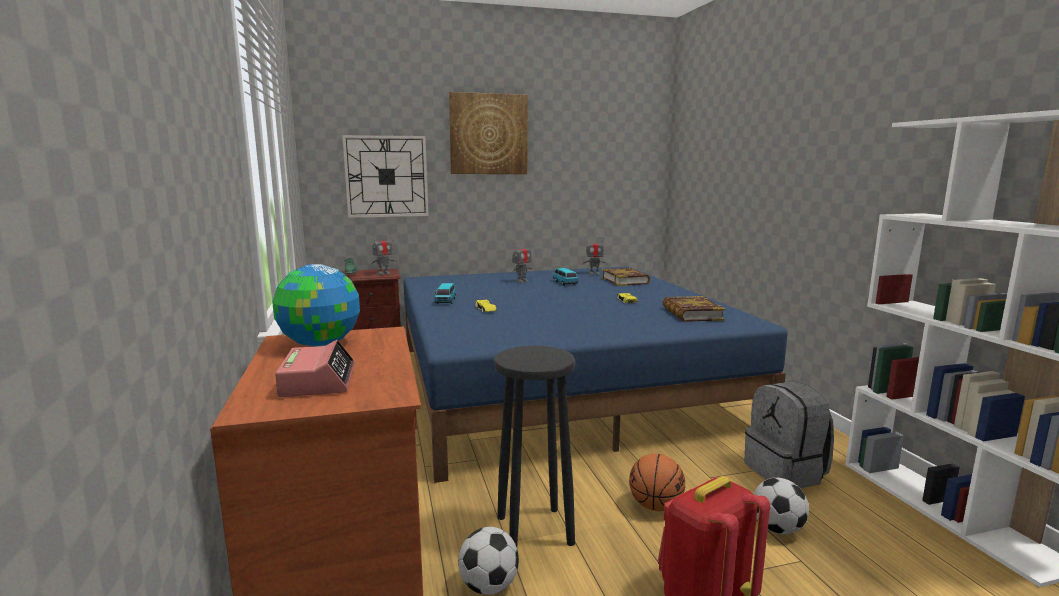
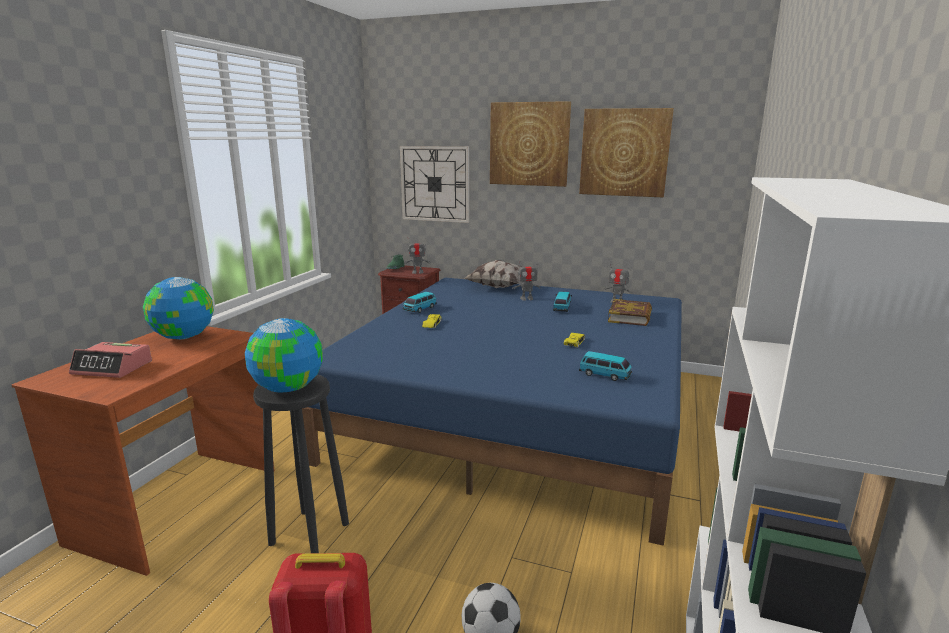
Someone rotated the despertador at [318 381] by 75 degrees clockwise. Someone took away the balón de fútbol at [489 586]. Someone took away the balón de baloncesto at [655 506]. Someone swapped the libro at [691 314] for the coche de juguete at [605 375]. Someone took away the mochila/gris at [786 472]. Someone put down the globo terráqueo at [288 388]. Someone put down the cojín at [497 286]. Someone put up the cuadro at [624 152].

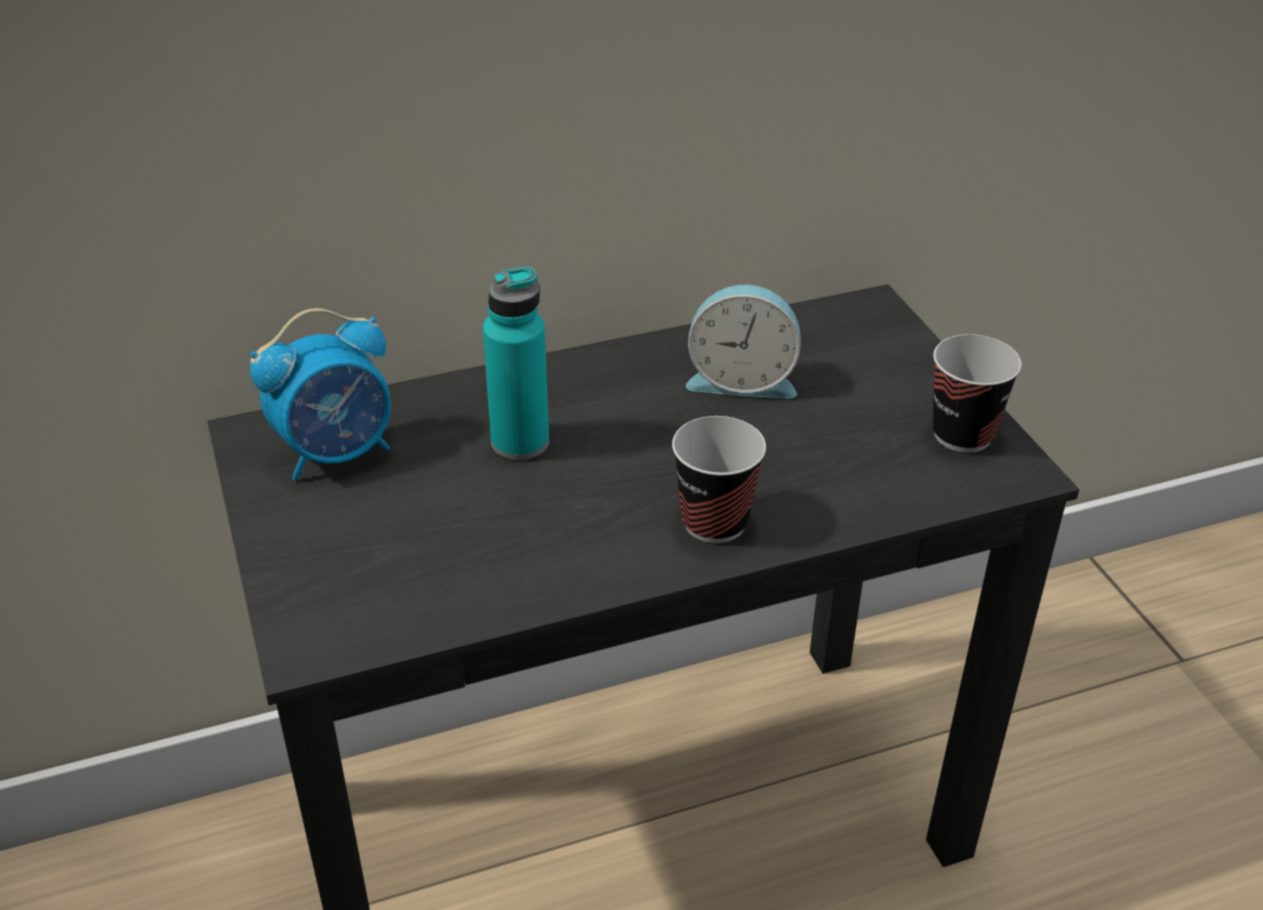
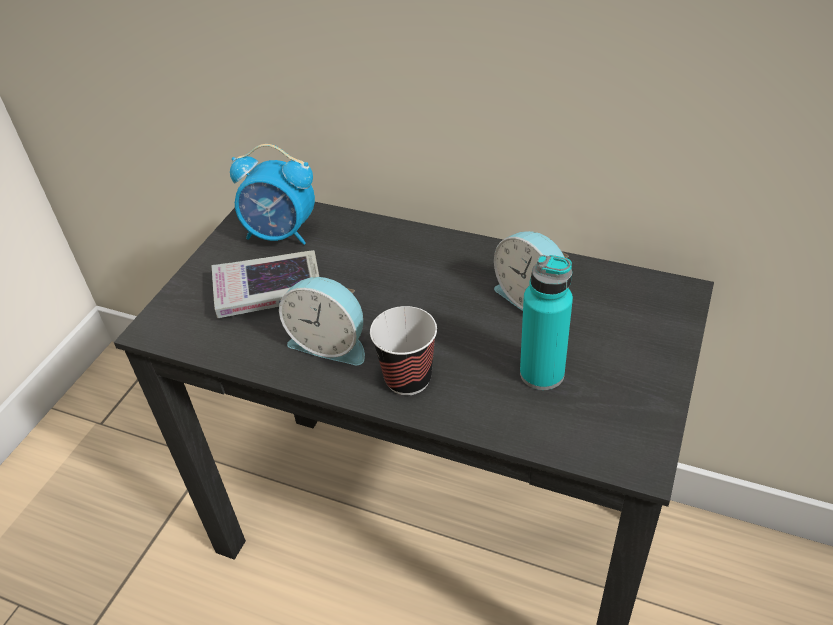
Someone carried the botella/turquesa from [520 442] to [542 373]. Someone took away the taza at [962 434]. Someone put down the libro at [269 291]. Someone put down the despertador at [330 343].

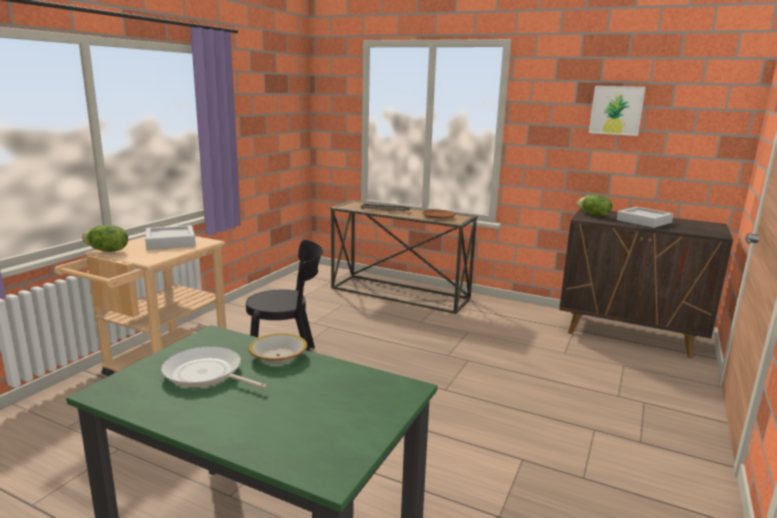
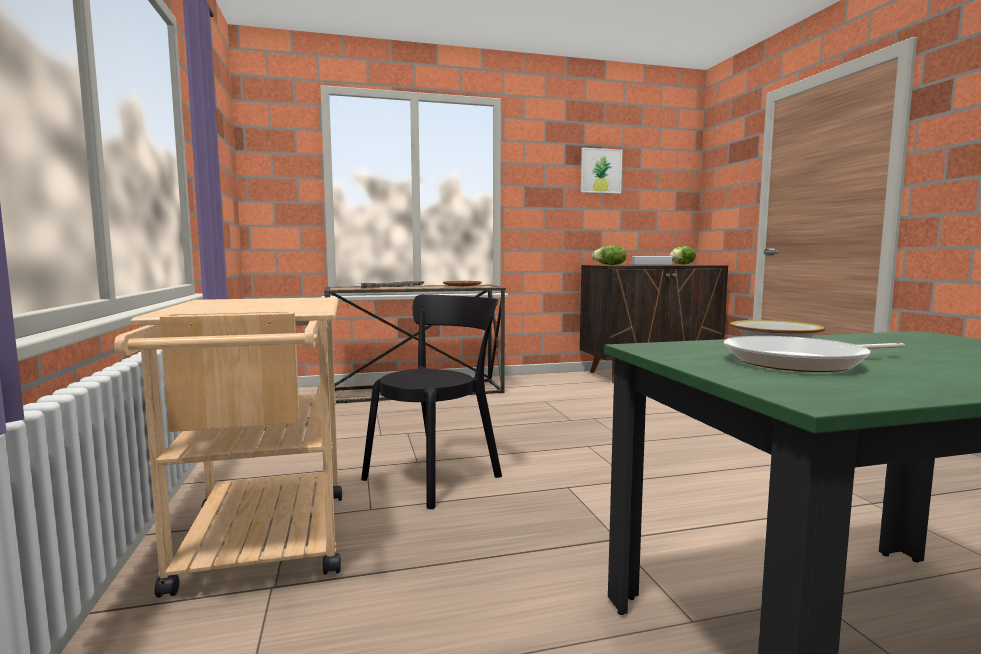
Someone carried the lechuga from [107 251] to [682 264]. Someone took away the bandeja/gris at [170 242].

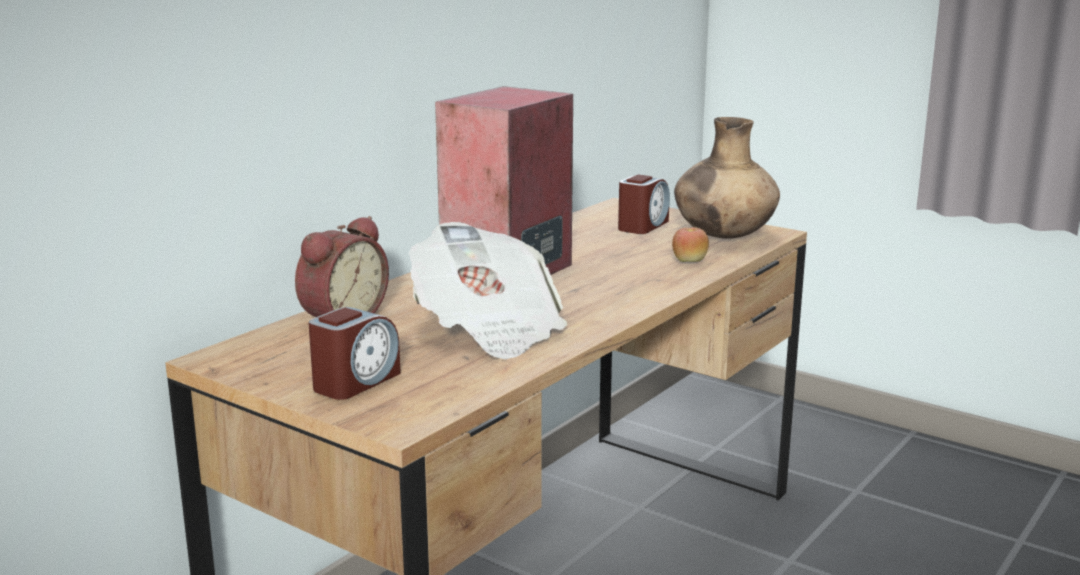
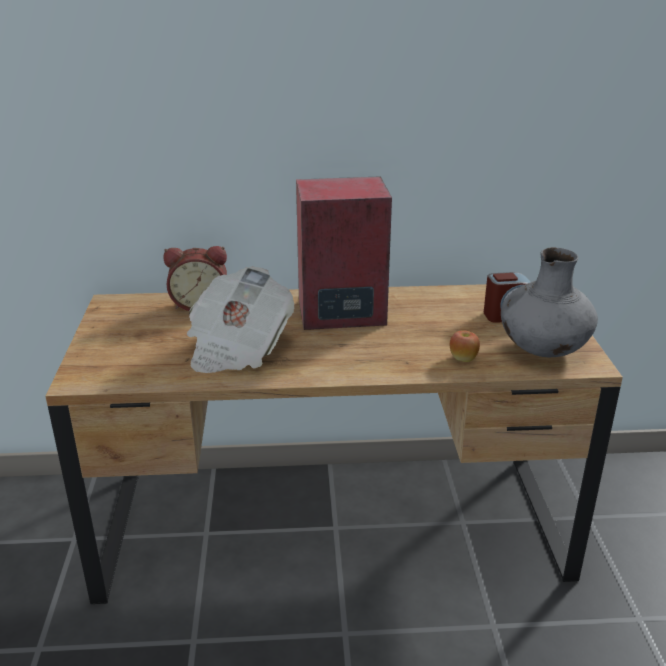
Someone took away the despertador at [356 382]. Someone repainted the florero/marrón at [723 236], which became the florero/gris at [542 350].

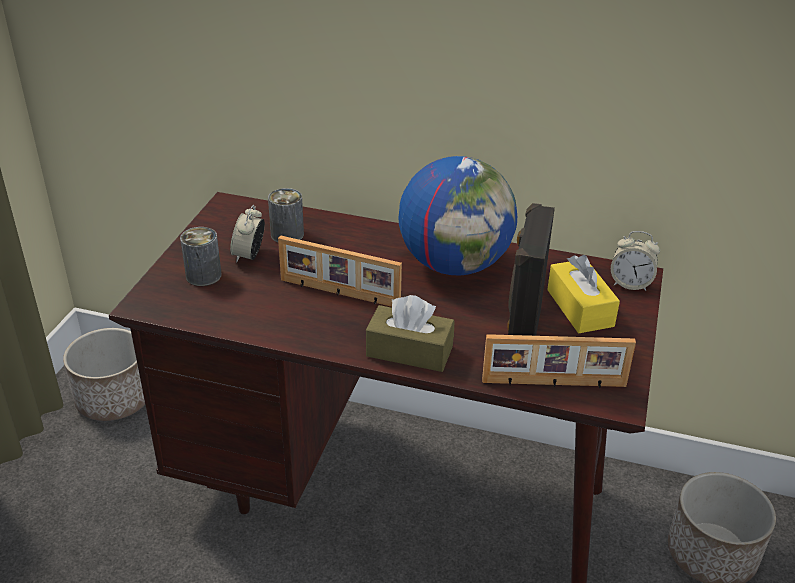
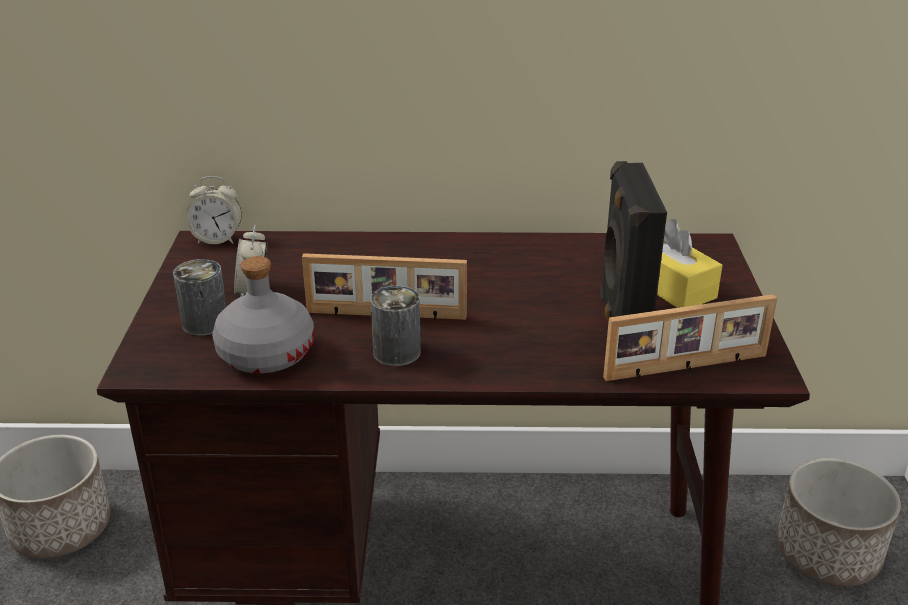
Someone carried the lata from [287 234] to [396 352]. Someone took away the caja de pañuelos/marrón at [409 351]. Someone took away the globo terráqueo at [455 264]. Someone carried the despertador from [630 283] to [217 239]. Someone put down the botella/gris at [265 354].

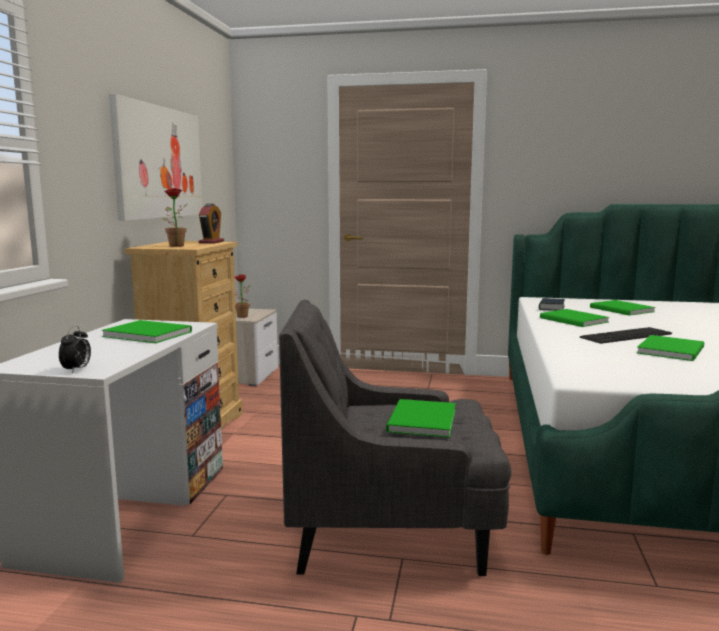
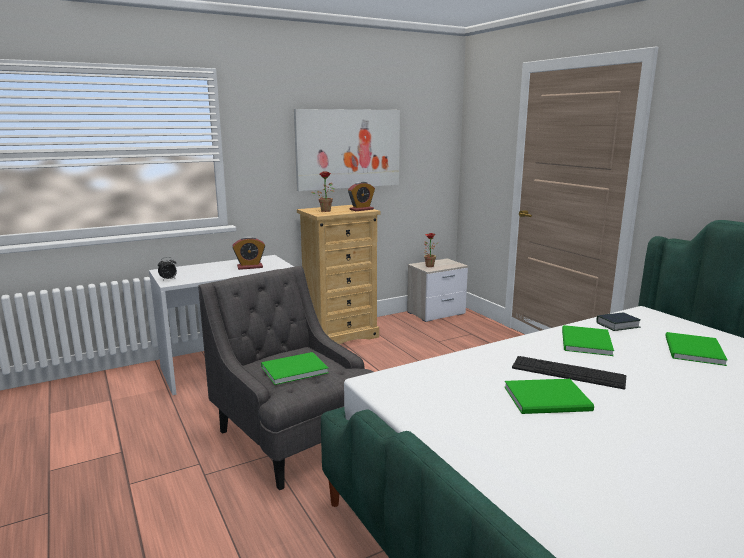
Someone swapped the libro/verde at [147 333] for the despertador at [250 267].

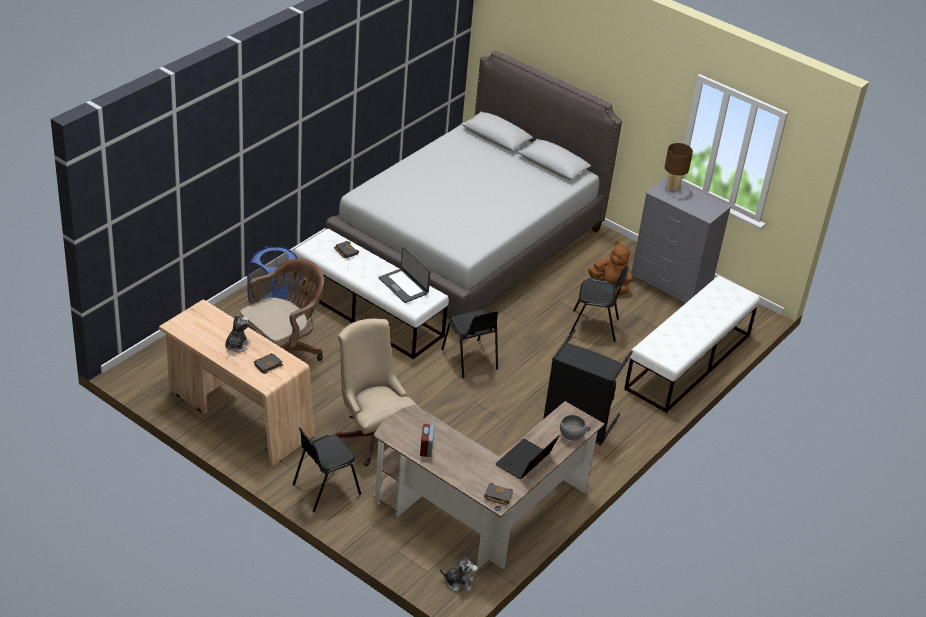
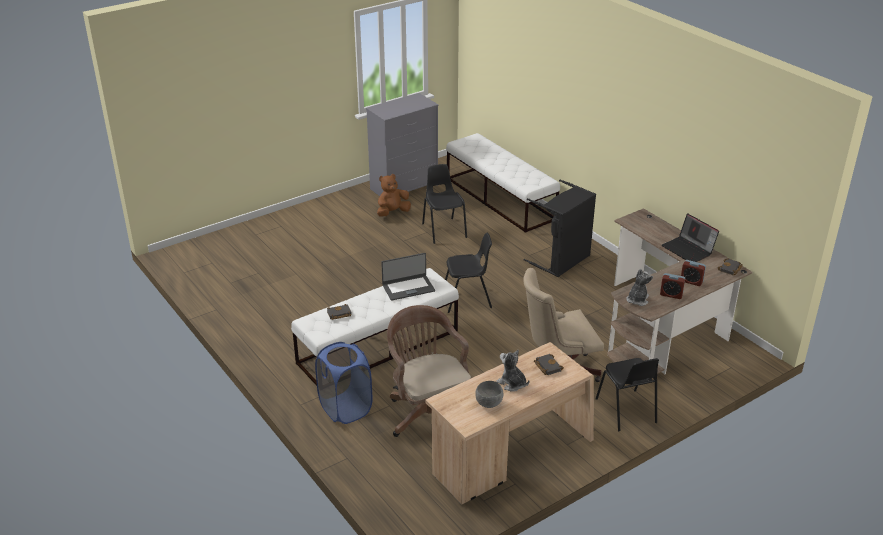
Someone took away the cama/gris at [468 244]. Someone carried the peluche from [458 582] to [637 300]. Someone carried the cuenco/gris from [571 436] to [489 404]. Someone rotated the silla/negro at [594 327] by 45 degrees counterclockwise. Someone took away the lámpara de mesa/marrón at [672 188]. Someone put down the despertador at [691 281].

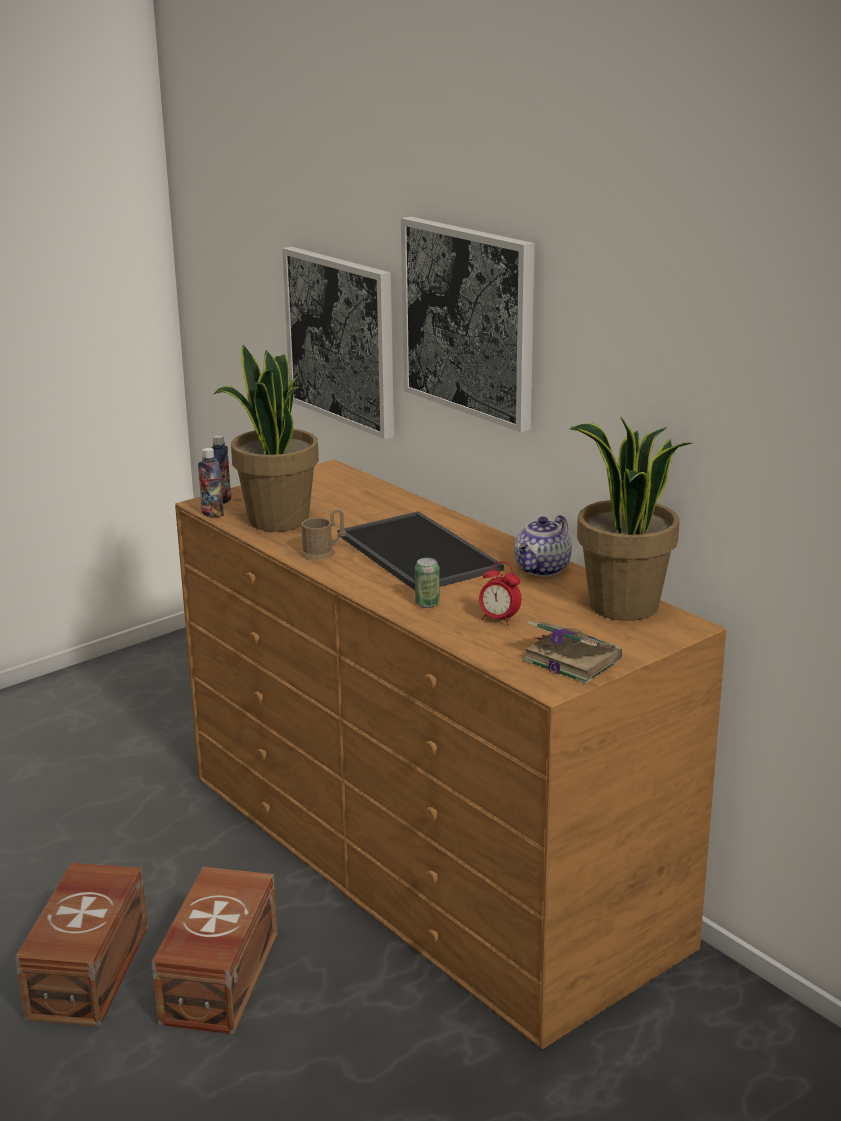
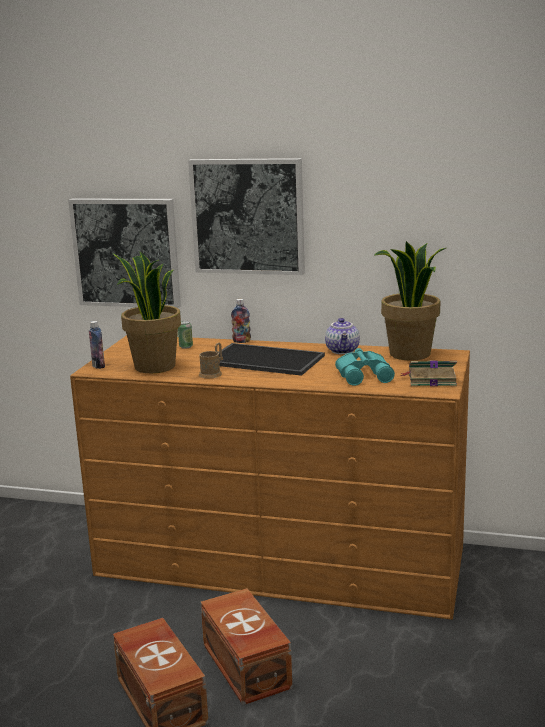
Someone carried the botella from [212 514] to [241 341]. Someone carried the lata from [427 604] to [186 347]. Someone swapped the despertador at [499 620] for the prismáticos/turquesa at [365 374].

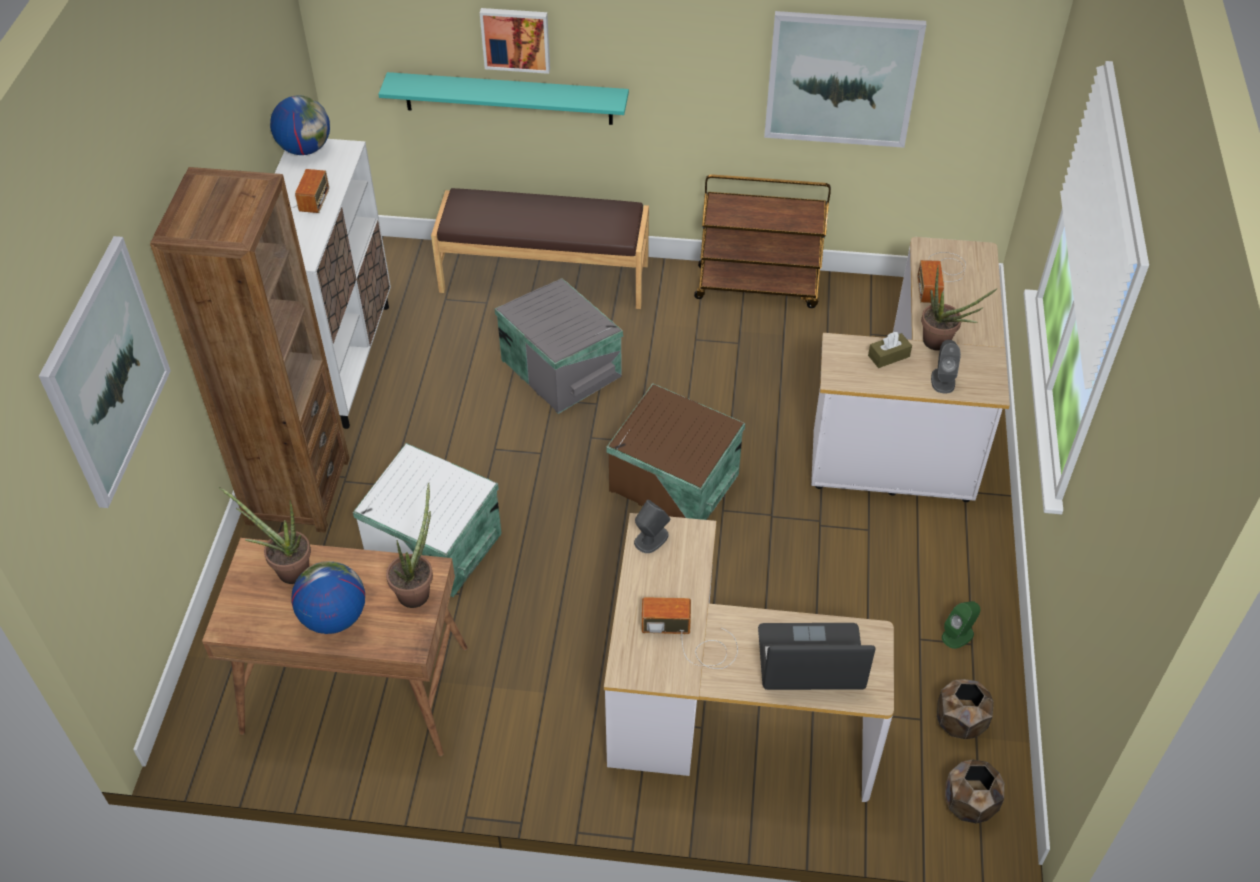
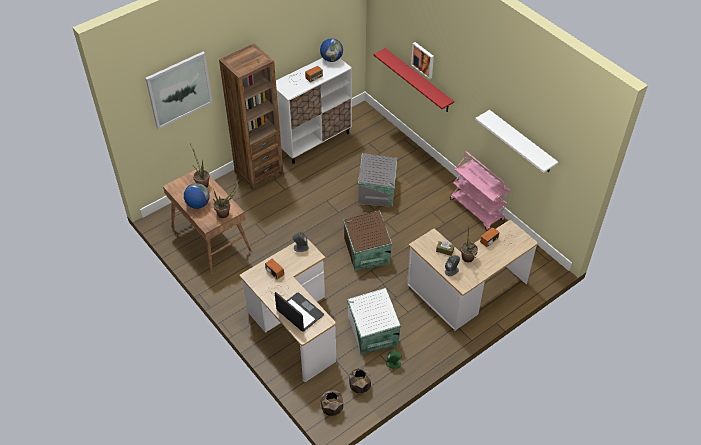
Someone carried the caja de almacenaje/blanco from [434 546] to [372 332]. Someone repainted the estante/turquesa at [508 98], which became the estante/rojo at [418 81]. Someone took away the banco/marrón at [544 276]. Someone repainted the carrito/marrón at [758 286], which became the carrito/rosa at [477 209]. Someone swapped the cuadro at [841 79] for the estante/blanco at [521 142].

